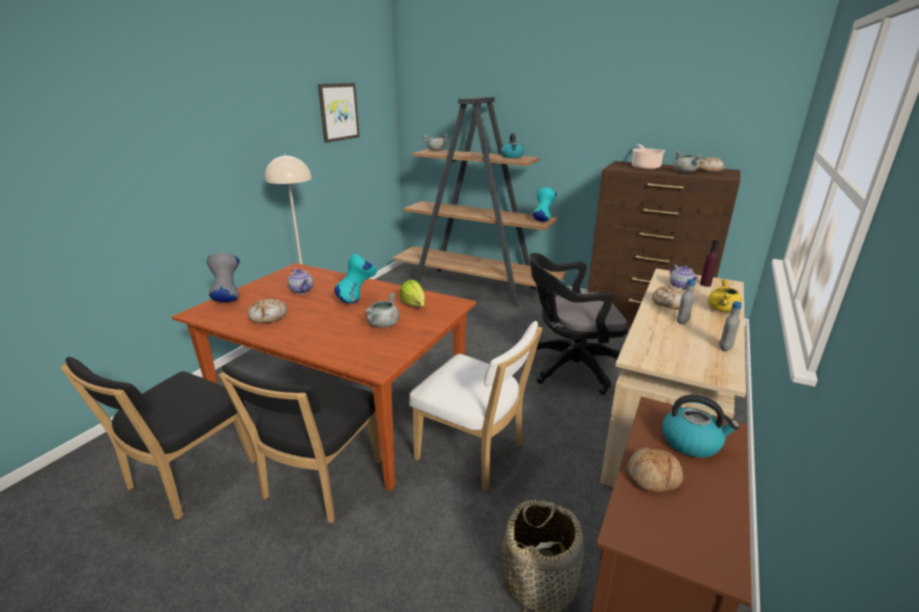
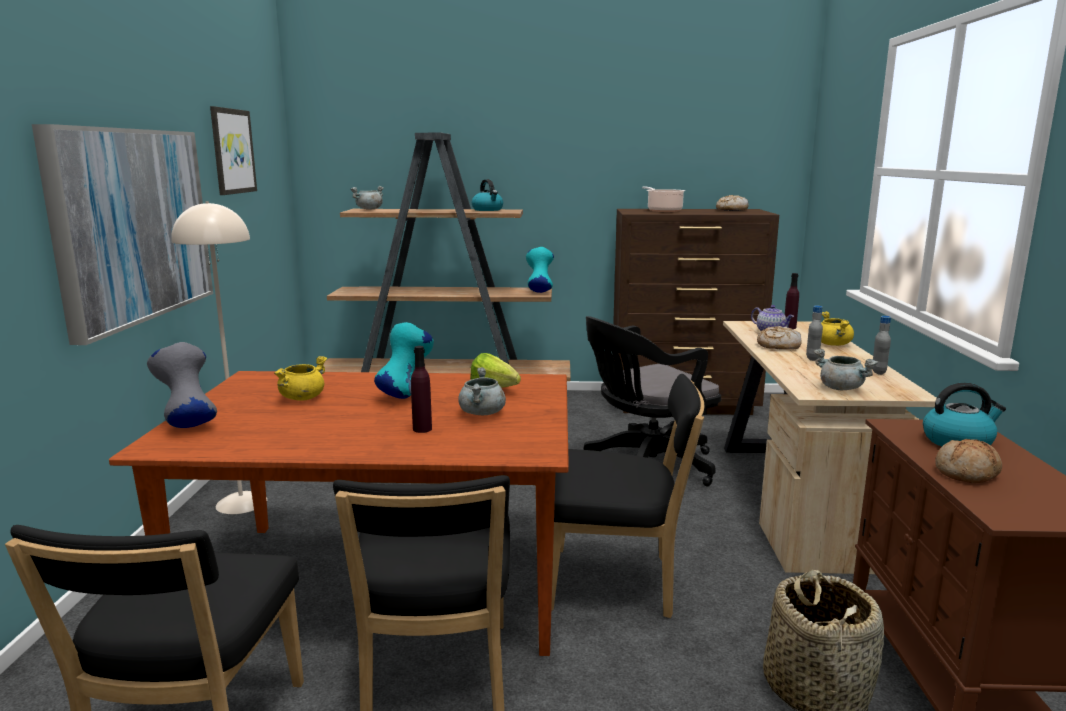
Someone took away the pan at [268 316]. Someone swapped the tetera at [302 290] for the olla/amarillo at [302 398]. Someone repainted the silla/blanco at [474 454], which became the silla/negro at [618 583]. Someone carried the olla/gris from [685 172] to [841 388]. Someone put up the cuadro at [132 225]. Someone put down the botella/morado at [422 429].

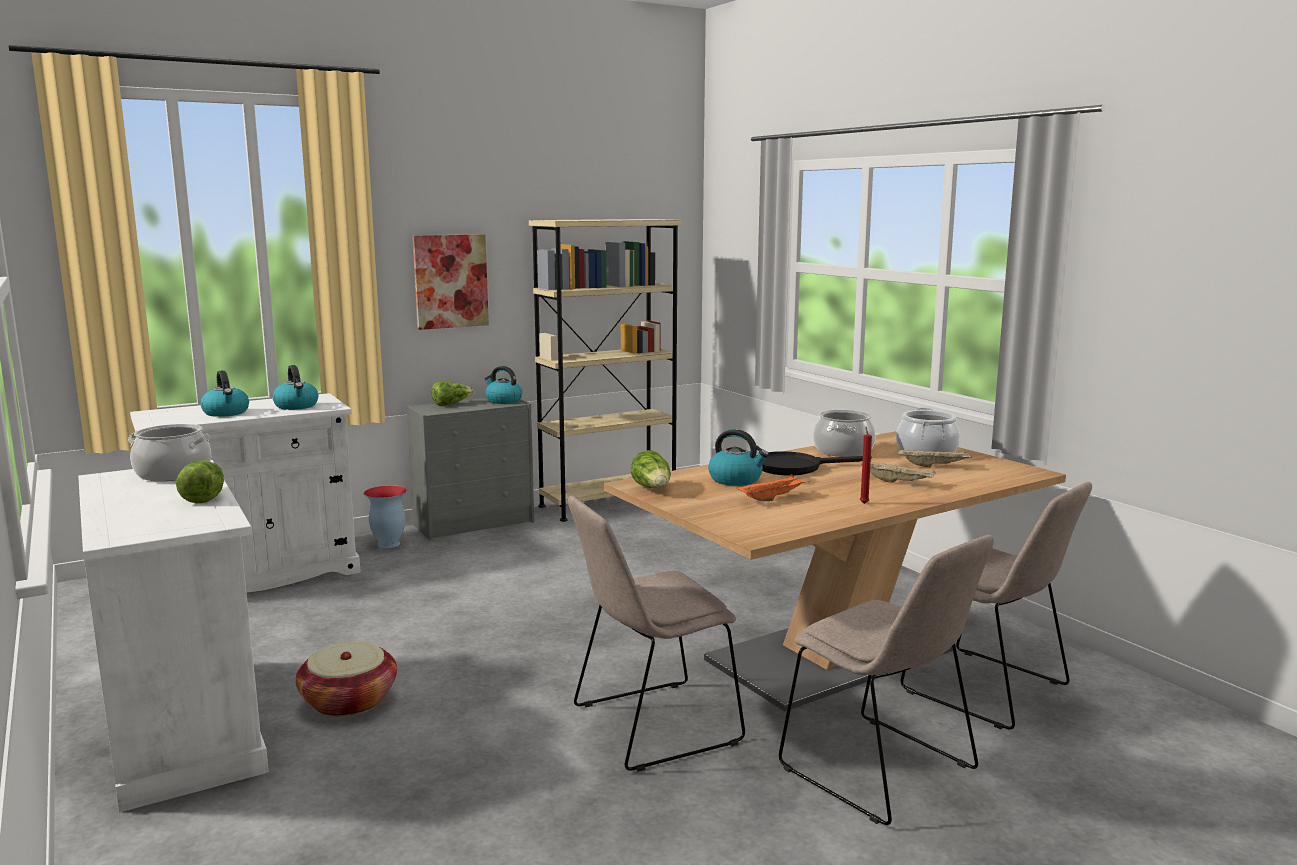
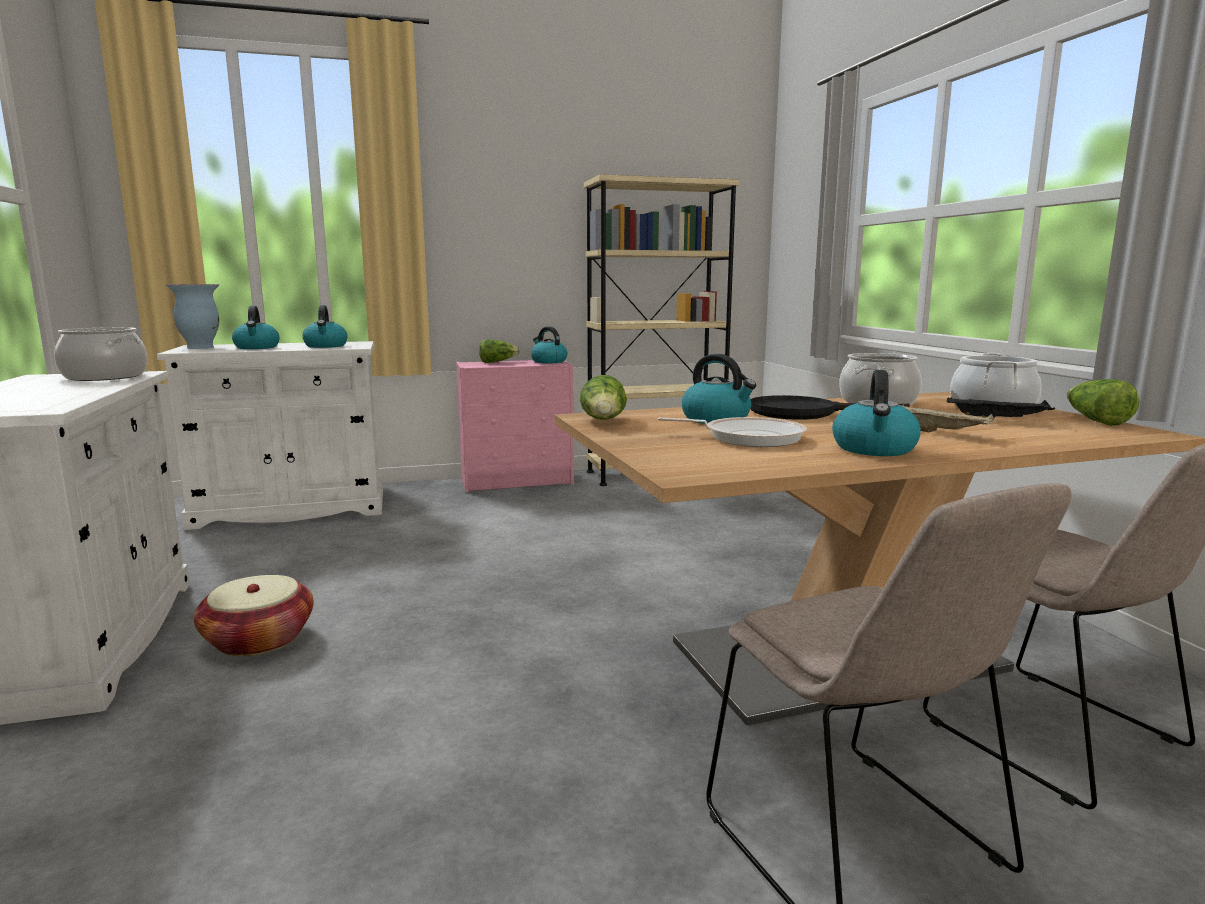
Someone carried the lechuga from [202 497] to [1095 421]. Someone carried the florero from [387 544] to [199 347]. Someone repainted the cómoda/gris at [475 523], which became the cómoda/rosa at [518 481]. Someone took away the cuadro at [450 281]. Someone took away the silla/beis at [650 726]. Someone swapped the bandeja/naranja at [772 498] for the sartén at [748 437]. Someone swapped the vela/rojo at [863 503] for the hervidor at [874 449]. Someone repainted the bandeja/beis at [934 466], which became the bandeja/negro at [998 420].

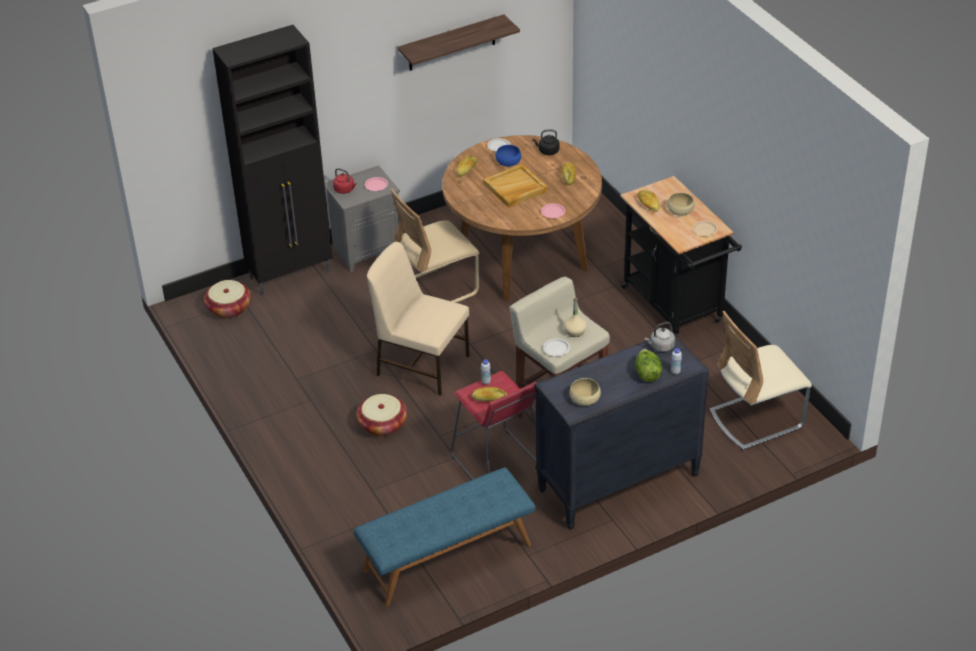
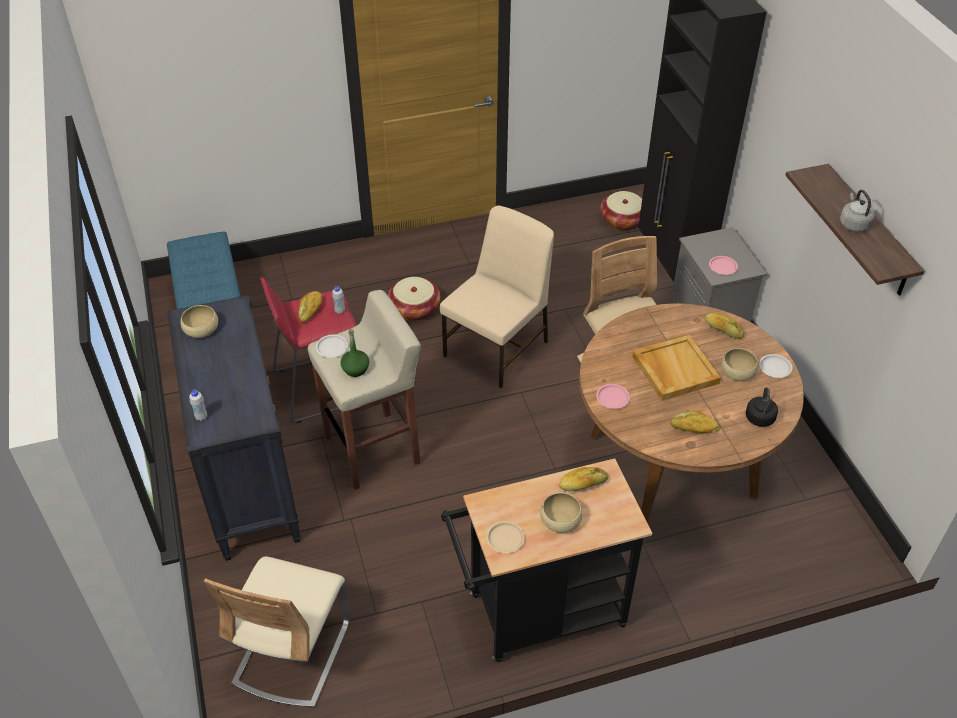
Someone took away the hervidor/rojo at [345 190]. Someone repainted the cuenco/azul at [508 162], which became the cuenco/beis at [737 372]. Someone repainted the botella/beis at [575 331], which became the botella/verde at [355 369]. Someone took away the lechuga at [647 374]. Someone carried the hervidor/gris from [660 347] to [853 224]. Someone rotated the silla/beis at [756 419] by 150 degrees counterclockwise.

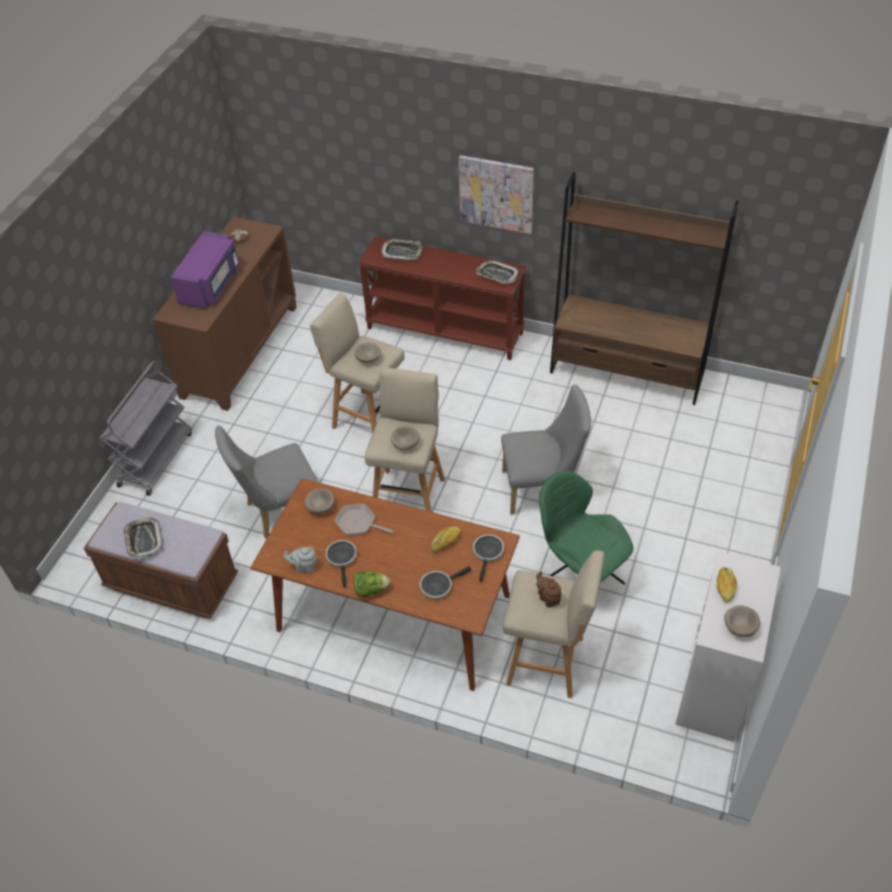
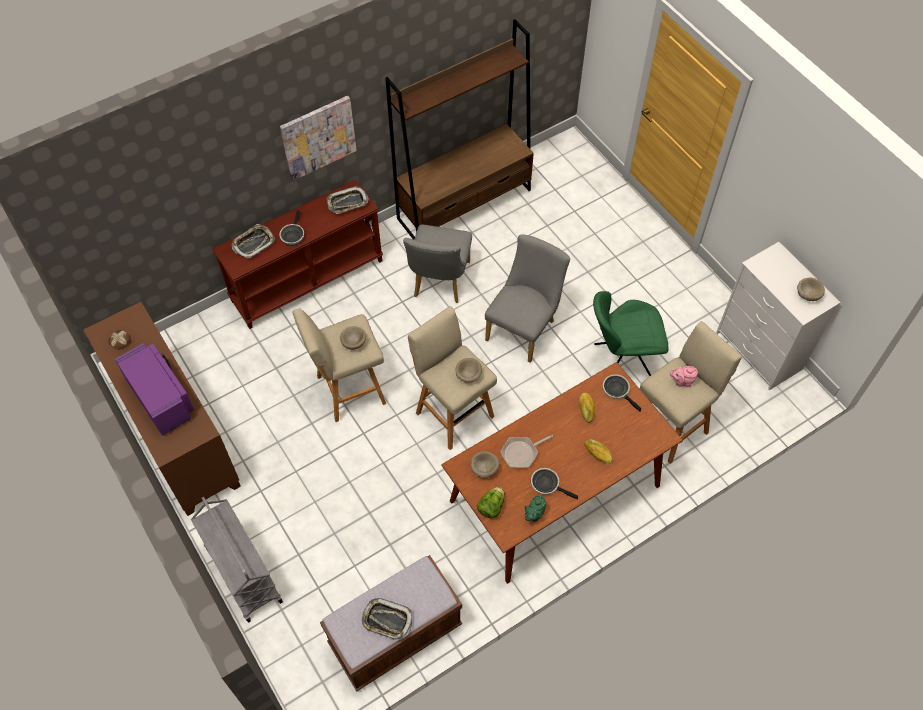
Someone carried the silla/gris from [279 511] to [439 283]. Someone repainted the tetera/gris at [304 567], which became the tetera/verde at [534 514]. Someone carried the lechuga from [371 590] to [491 507]. Someone carried the sartén from [438 586] to [292 235]. Someone repainted the tetera/marrón at [548 598], which became the tetera/rosa at [682 381]. Someone carried the pan from [725 587] to [597 453].

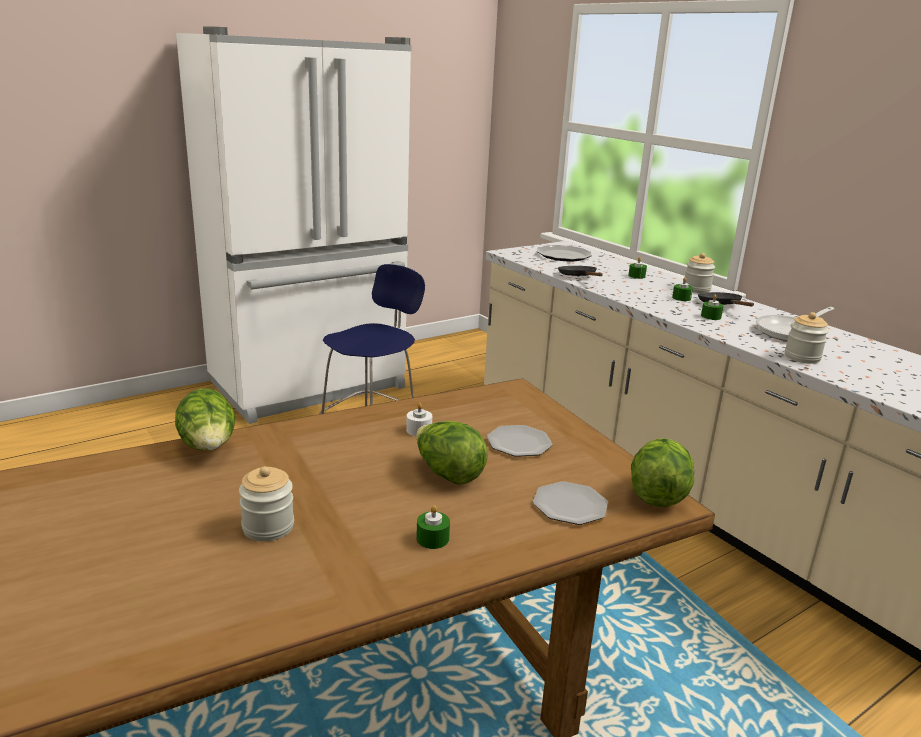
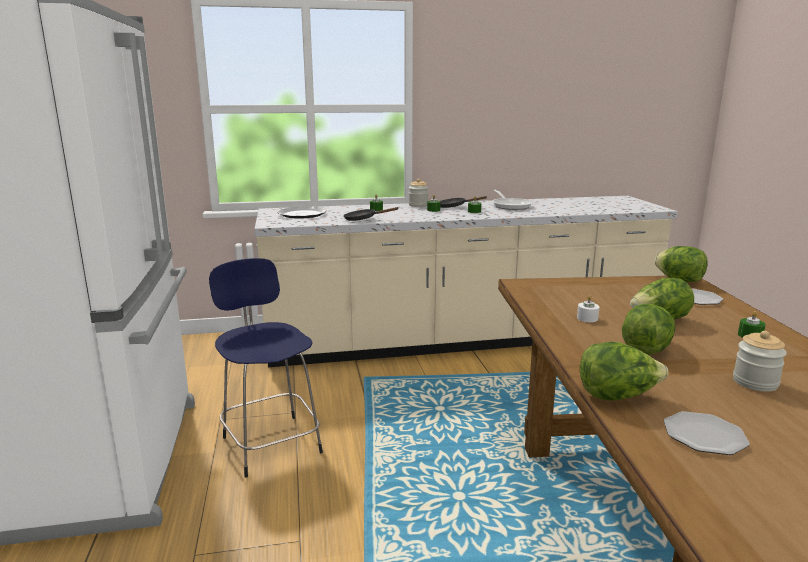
Someone carried the plato from [519 443] to [703 435]. Someone took away the tarro at [802 357]. Someone put down the lechuga at [646 348].

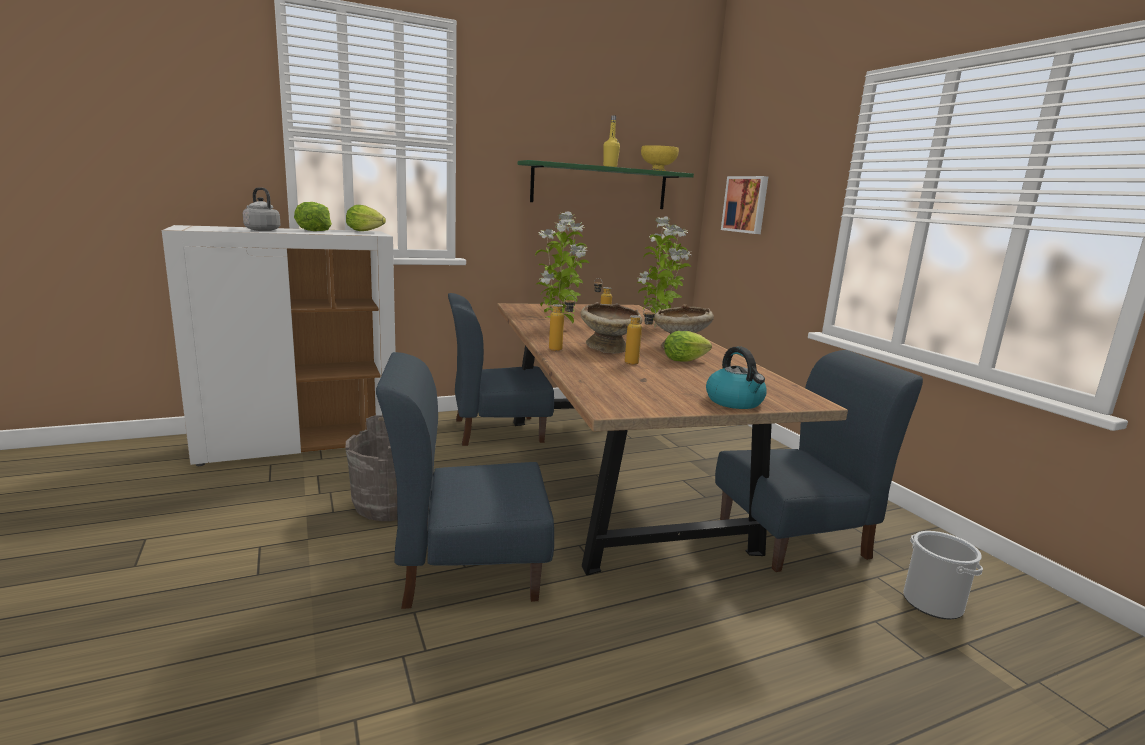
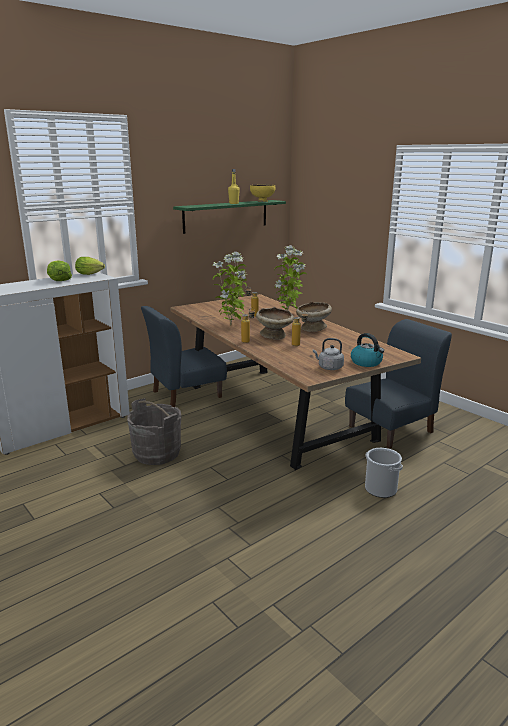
Someone carried the hervidor/gris from [261 230] to [329 367]. Someone took away the silla/azul at [467 569]. Someone took away the lechuga at [687 360]. Someone took away the cuadro at [746 204]. Someone carried the cubo from [932 603] to [381 489].

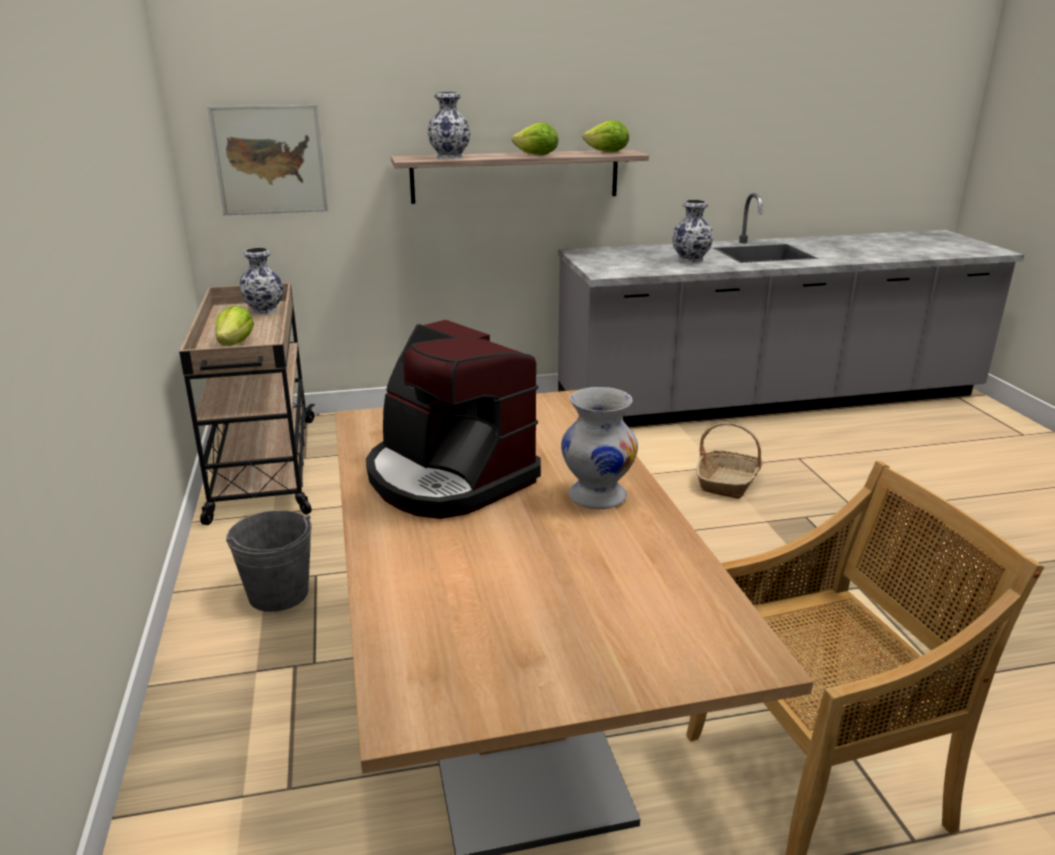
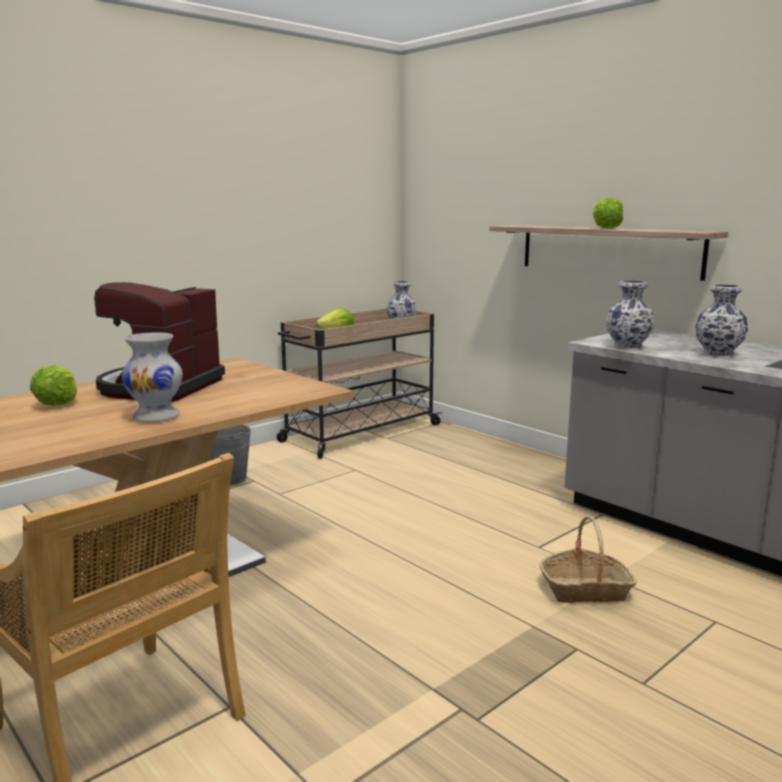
Someone took away the cuadro at [270 160]. Someone carried the florero from [449 157] to [626 346]. Someone carried the lechuga from [607 152] to [57 404].

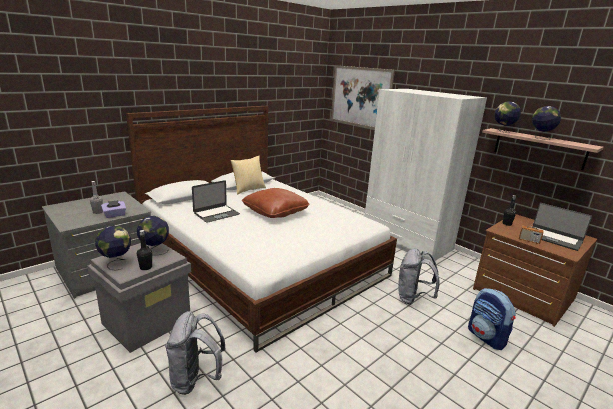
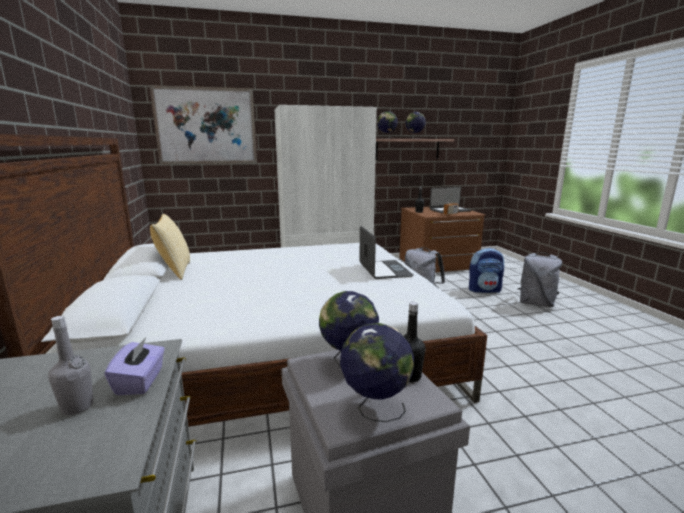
Someone carried the mochila/gris from [195 379] to [536 303]. Someone carried the portátil from [216 214] to [384 270]. Someone took away the cojín/marrón at [275 212].

